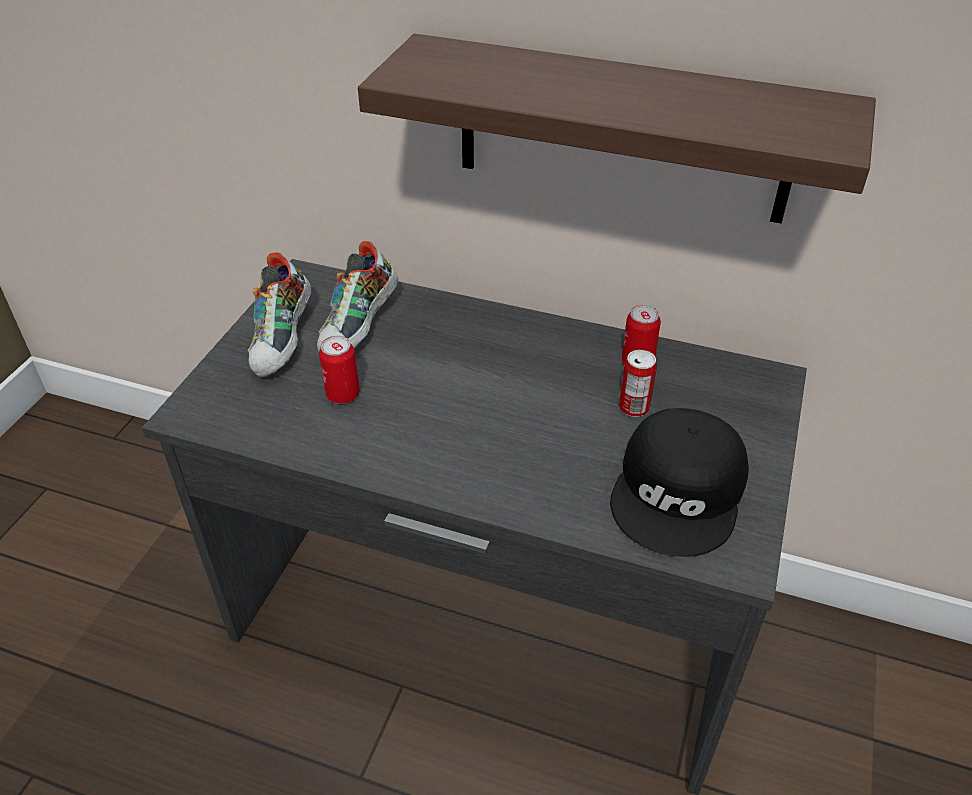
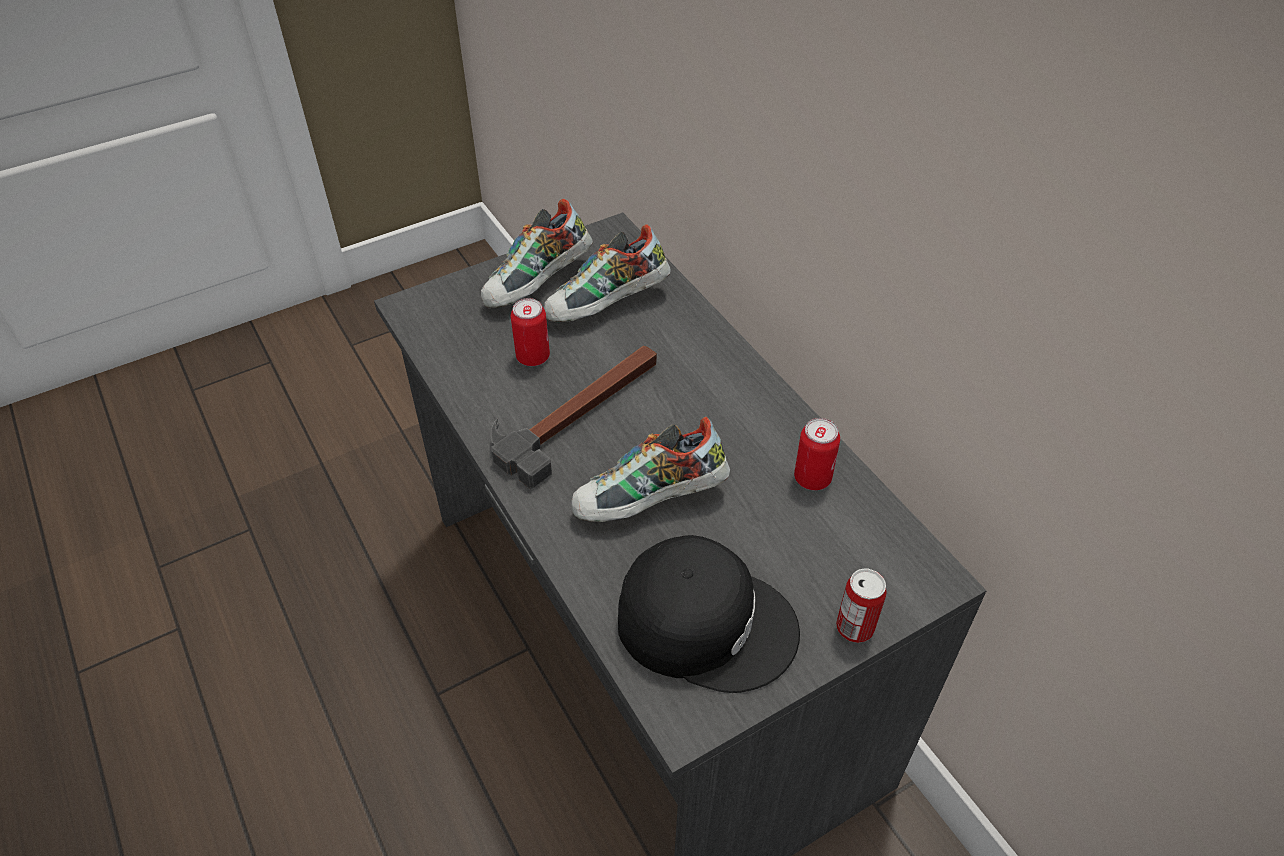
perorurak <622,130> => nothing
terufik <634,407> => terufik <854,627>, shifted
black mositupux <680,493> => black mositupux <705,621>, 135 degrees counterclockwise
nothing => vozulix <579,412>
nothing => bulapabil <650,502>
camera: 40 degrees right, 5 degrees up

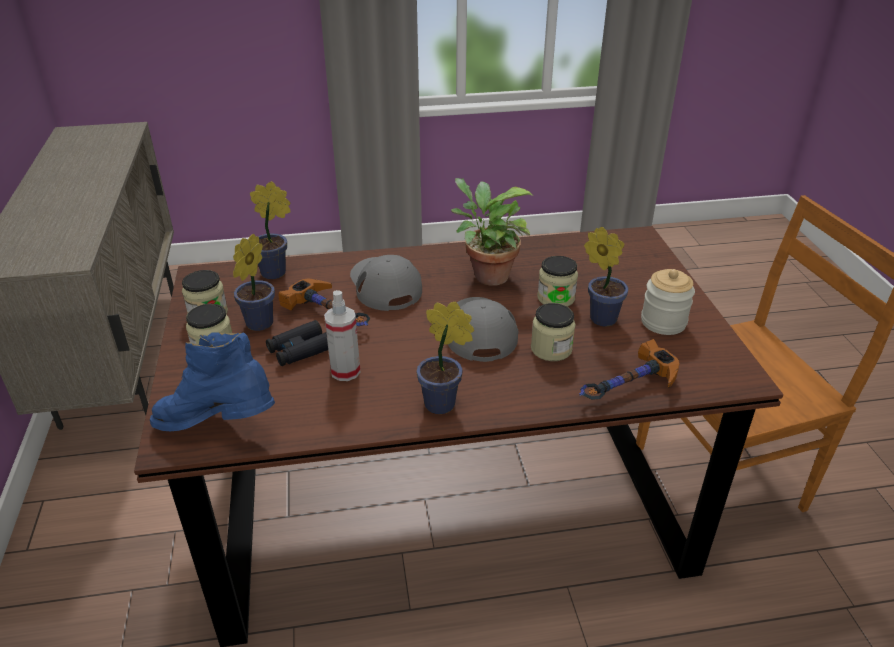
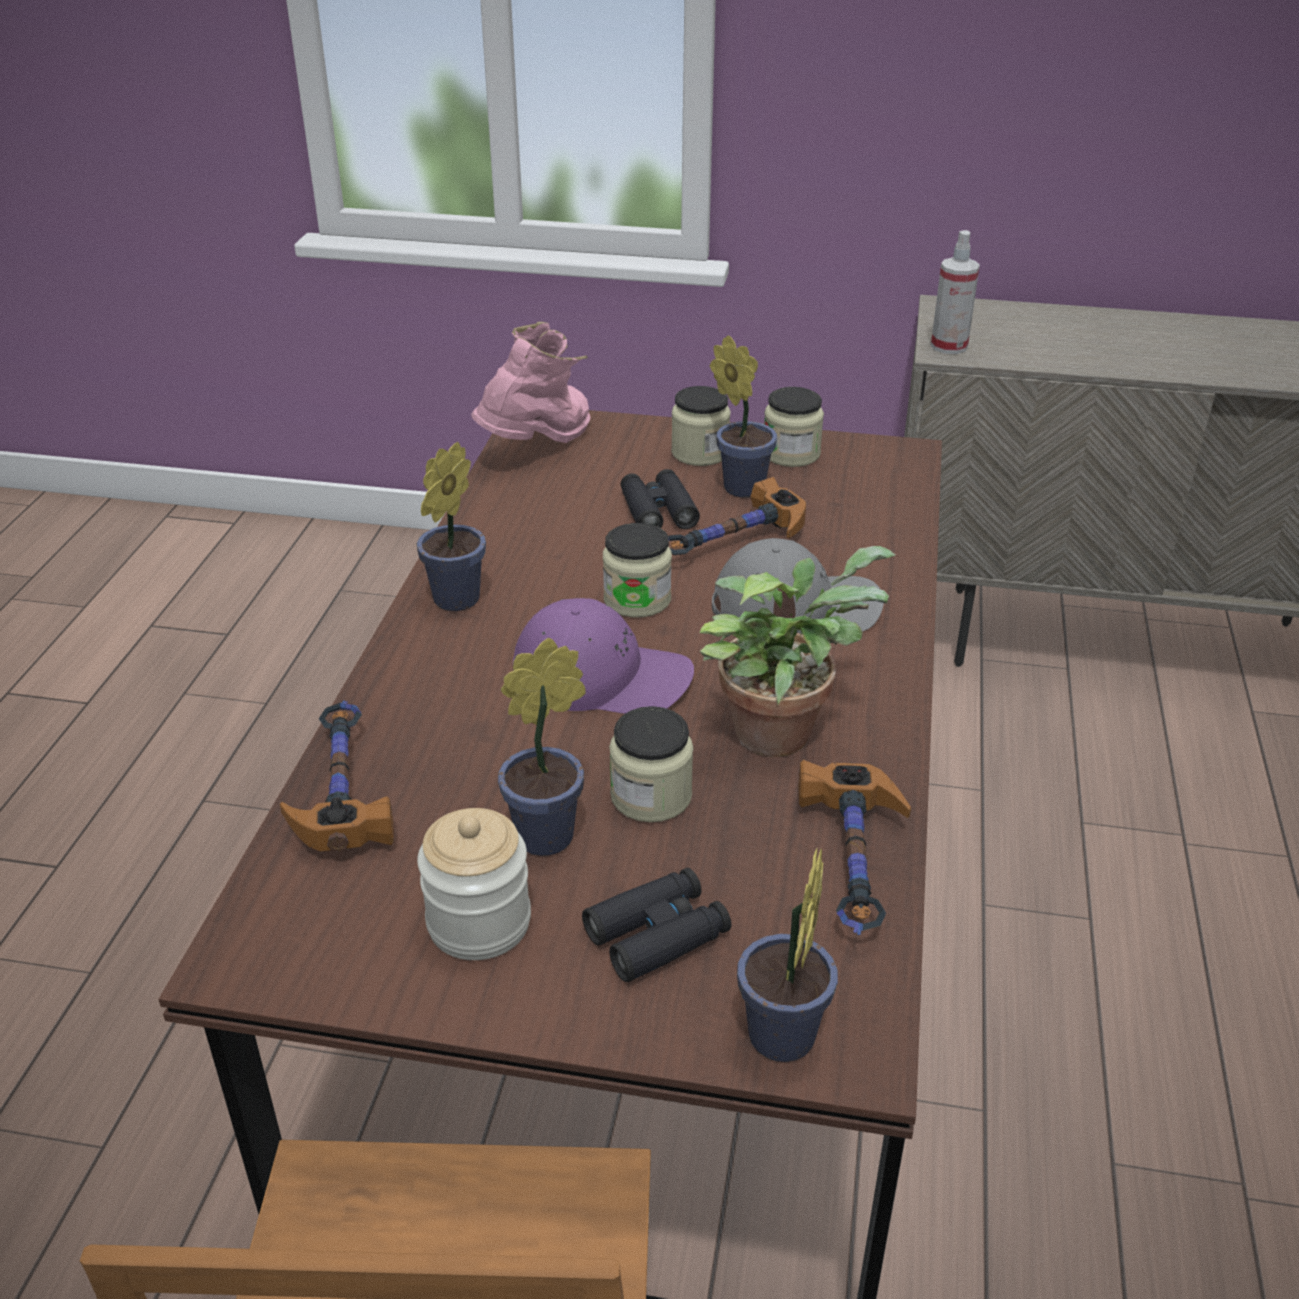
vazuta <277,273> => vazuta <780,1044>, shifted
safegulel <345,371> => safegulel <949,346>, shifted
grey mositupux <479,331> => purple mositupux <603,675>
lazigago <551,349> => lazigago <637,599>, shifted
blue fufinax <219,427> => pink fufinax <539,447>
nothing => vozulix <855,868>
nothing => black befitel <657,934>
camera: 110 degrees right, 0 degrees up

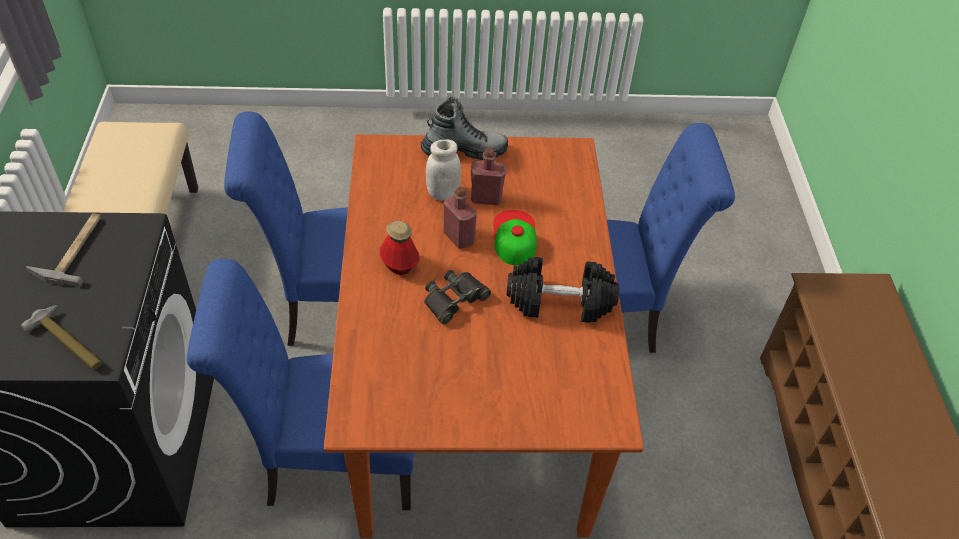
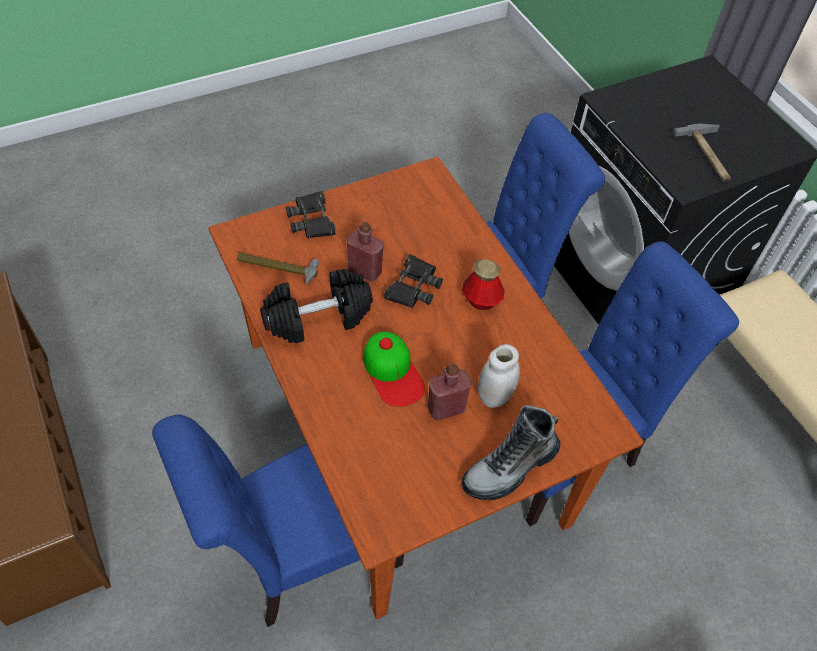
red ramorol <459,237> => red ramorol <365,271>, shifted
vozulix <68,343> => vozulix <277,269>, shifted
nothing => black befitel <312,220>
camera: 155 degrees right, 5 degrees up

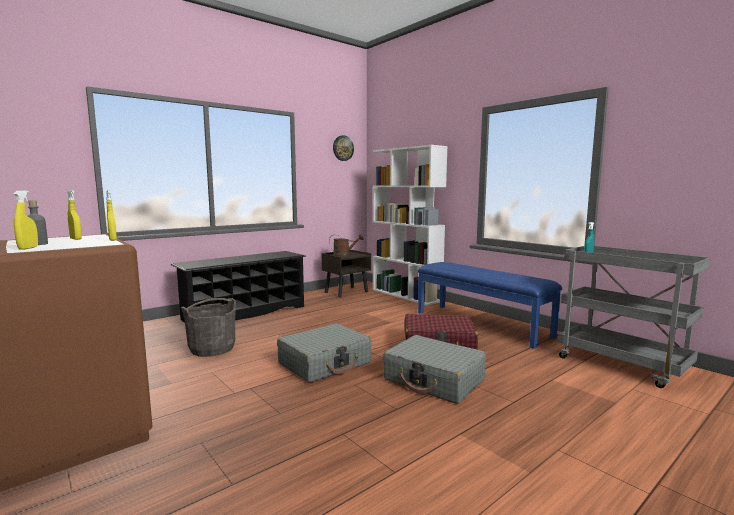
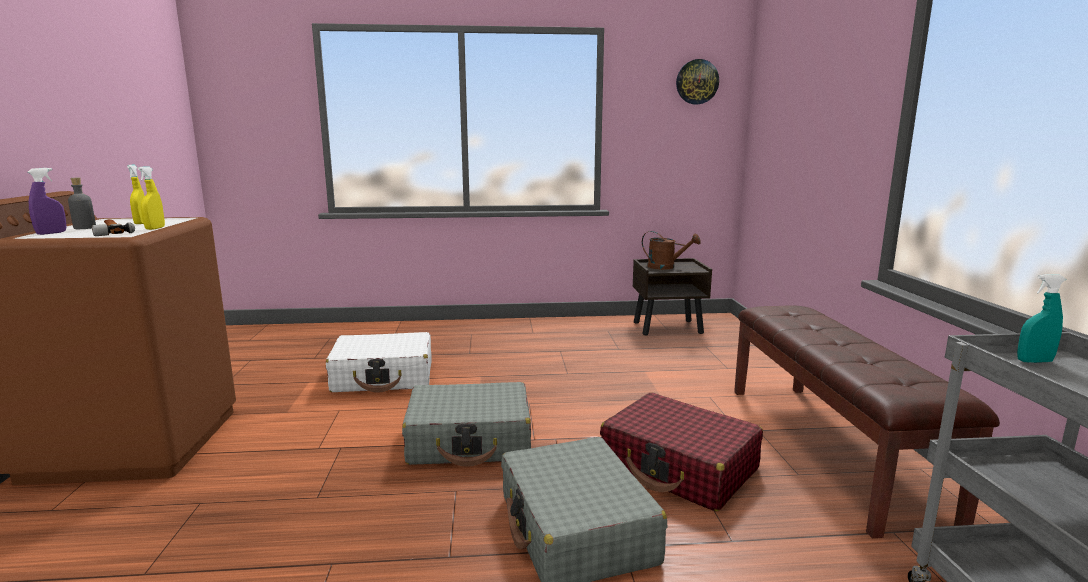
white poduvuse <406,295> => nothing
yellow safegulel <28,248> => purple safegulel <51,233>
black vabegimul <244,313> => nothing
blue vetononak <481,324> => brown vetononak <829,447>
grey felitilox <212,348> => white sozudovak <384,377>
nothing => vozulix <111,230>
camera: 35 degrees right, 5 degrees up

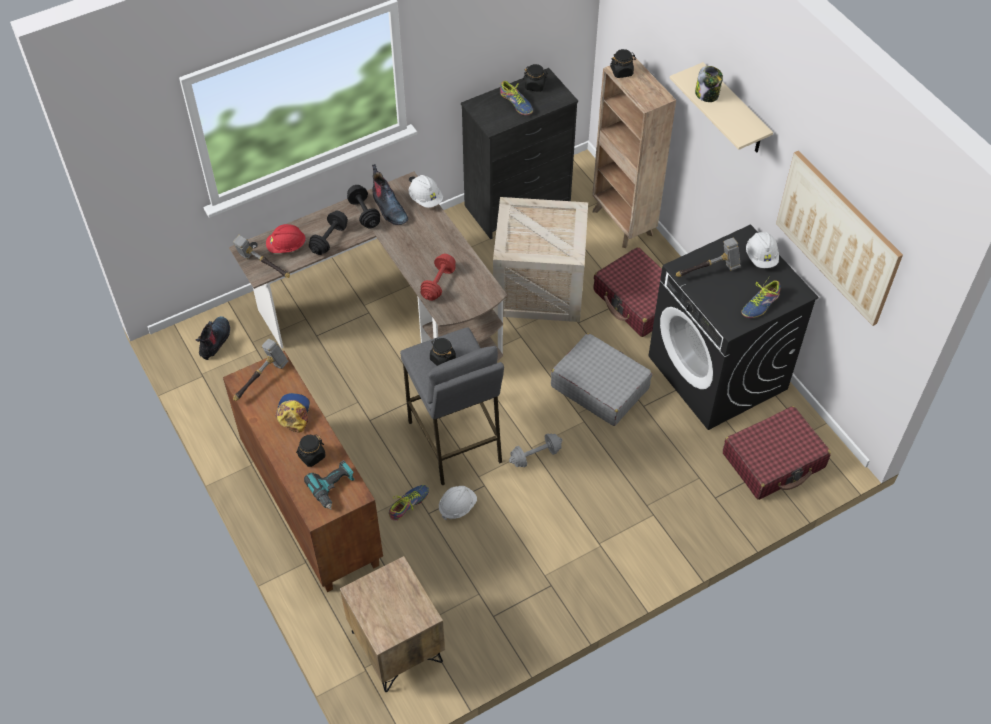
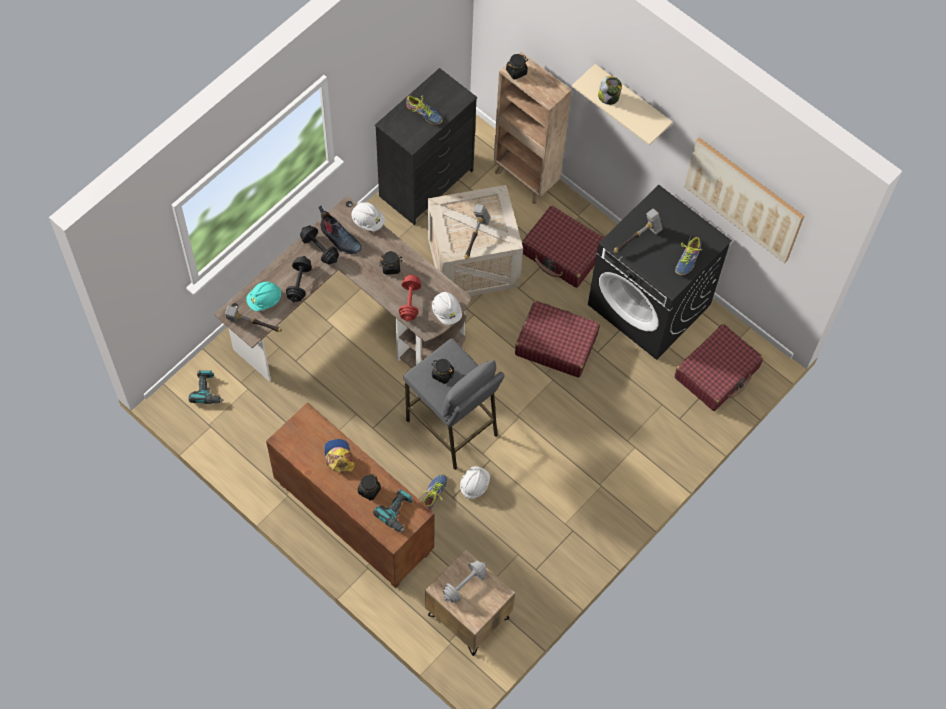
black lazigago <535,85> => black lazigago <391,267>, shifted
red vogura <286,247> => turquoise vogura <264,300>
white vogura <761,257> => white vogura <446,312>, shifted
fufinax <215,341> => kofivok <207,390>
grey sozudovak <599,387> => red sozudovak <556,344>
vozulix <261,380> => vozulix <475,237>, shifted
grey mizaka <535,456> => grey mizaka <464,585>, shifted
camera: 20 degrees left, 10 degrees up

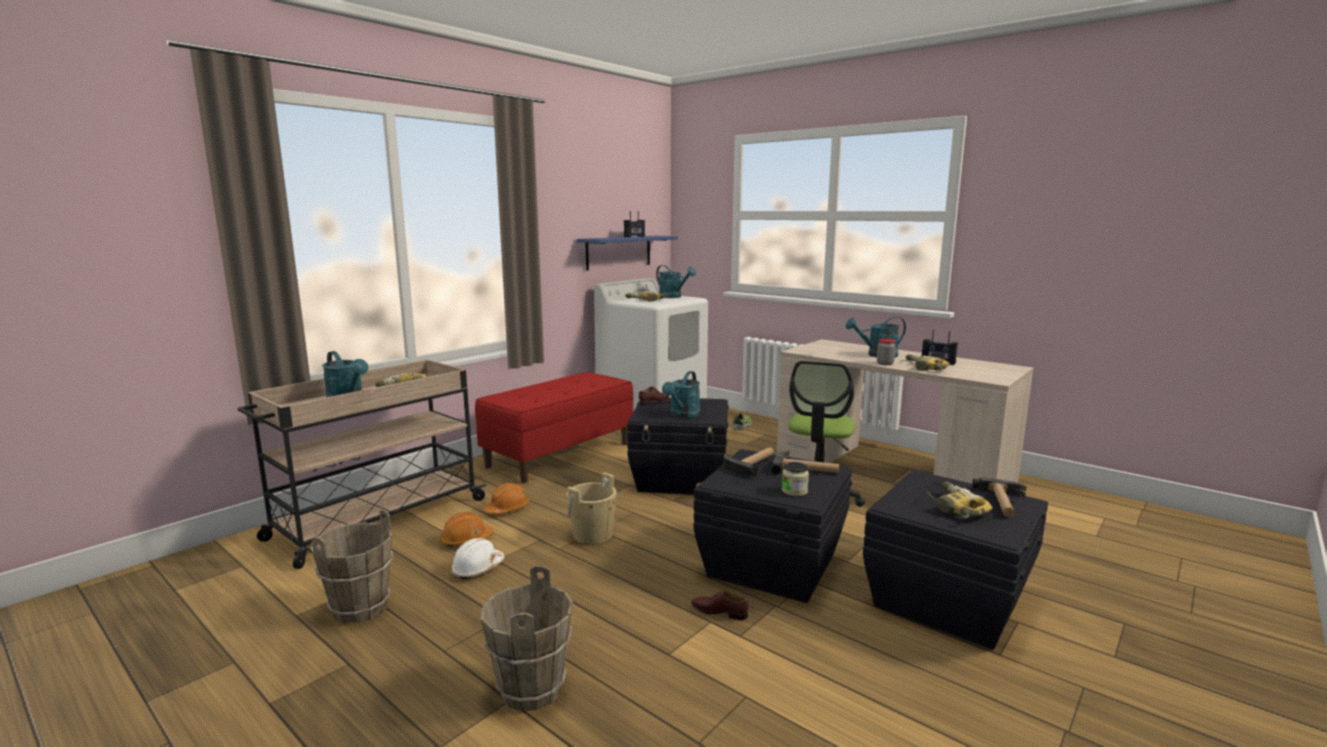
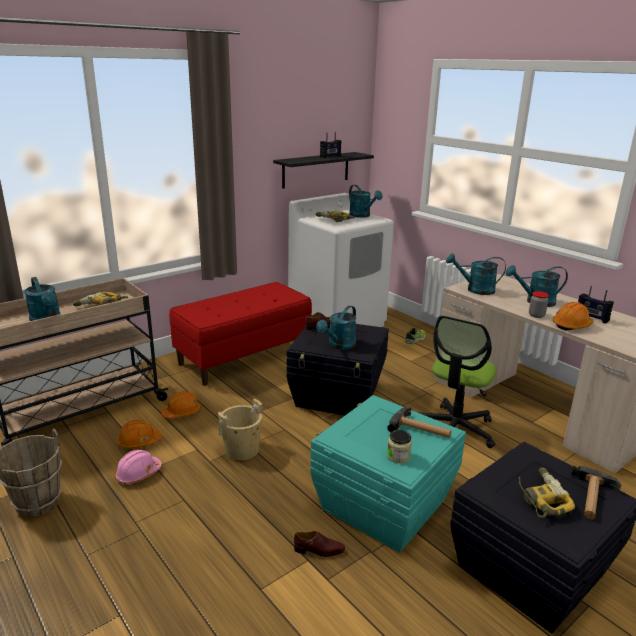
blue perorurak <618,252> => black perorurak <316,169>
kofivok <923,368> => orange vogura <571,325>
vozulix <752,463> => nothing
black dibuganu <770,565> => turquoise dibuganu <382,505>
white vogura <477,568> => pink vogura <138,474>
brown felitilox <530,689> => nothing
brown bulapabil <719,612> => brown bulapabil <319,550>, 150 degrees clockwise
nothing => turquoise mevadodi <475,290>
camera: 10 degrees right, 10 degrees up

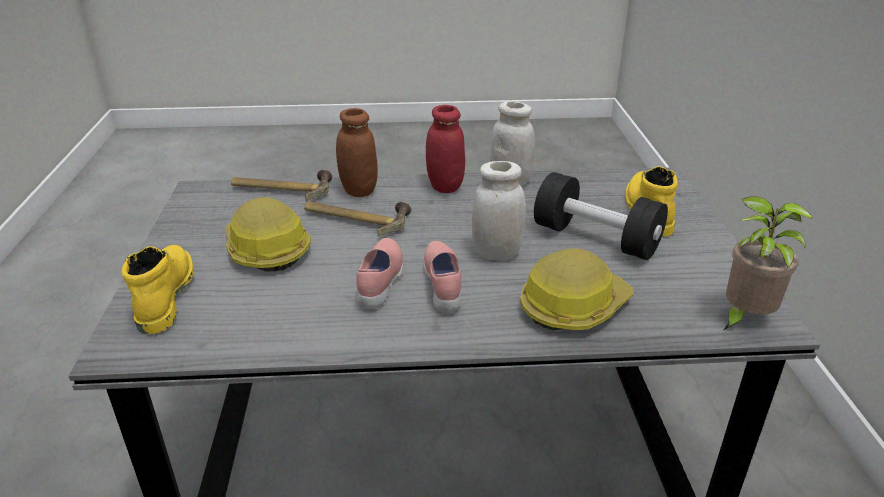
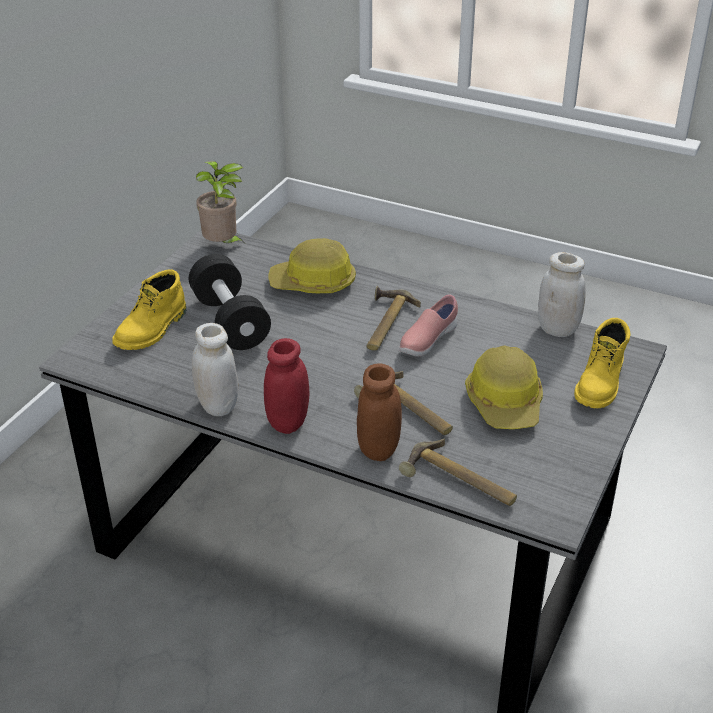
white lazigago <496,253> => white lazigago <557,329>, shifted
pink bulapabil <444,285> => vozulix <384,323>
camera: 150 degrees left, 5 degrees up

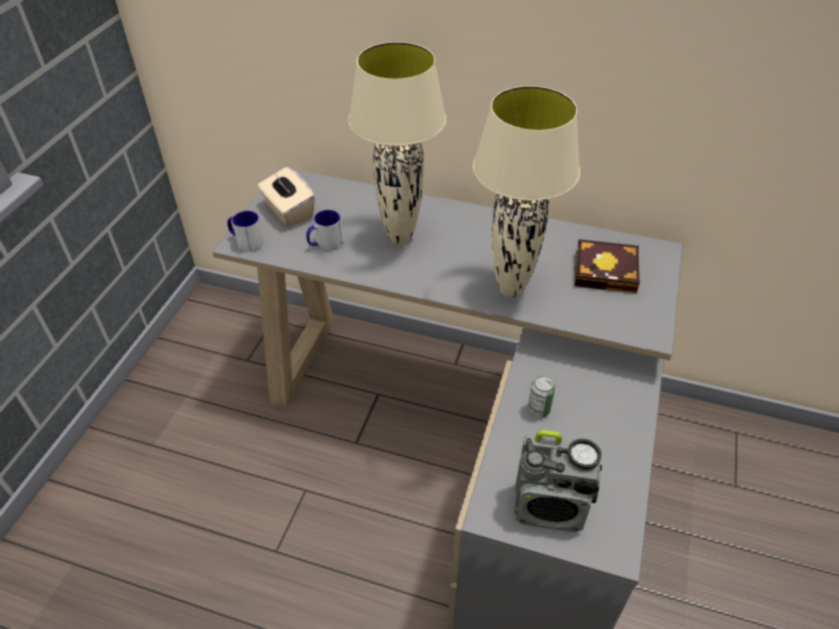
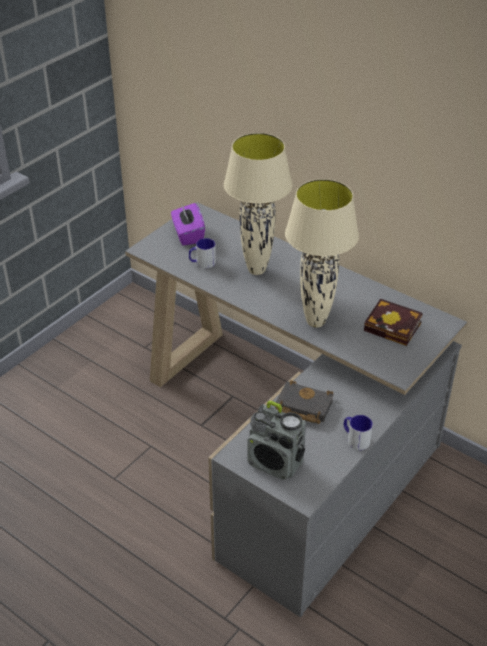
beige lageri <288,211> => purple lageri <188,235>
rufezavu <246,242> => rufezavu <355,439>, shifted
terufik <538,410> => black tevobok <302,406>
camera: 20 degrees right, 5 degrees down

